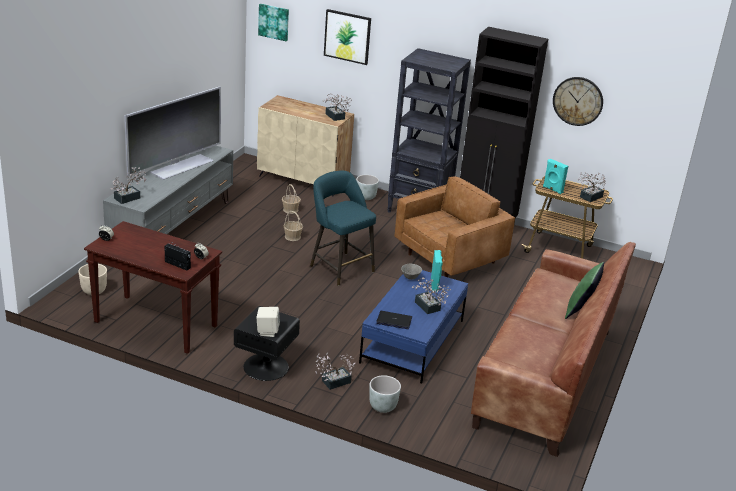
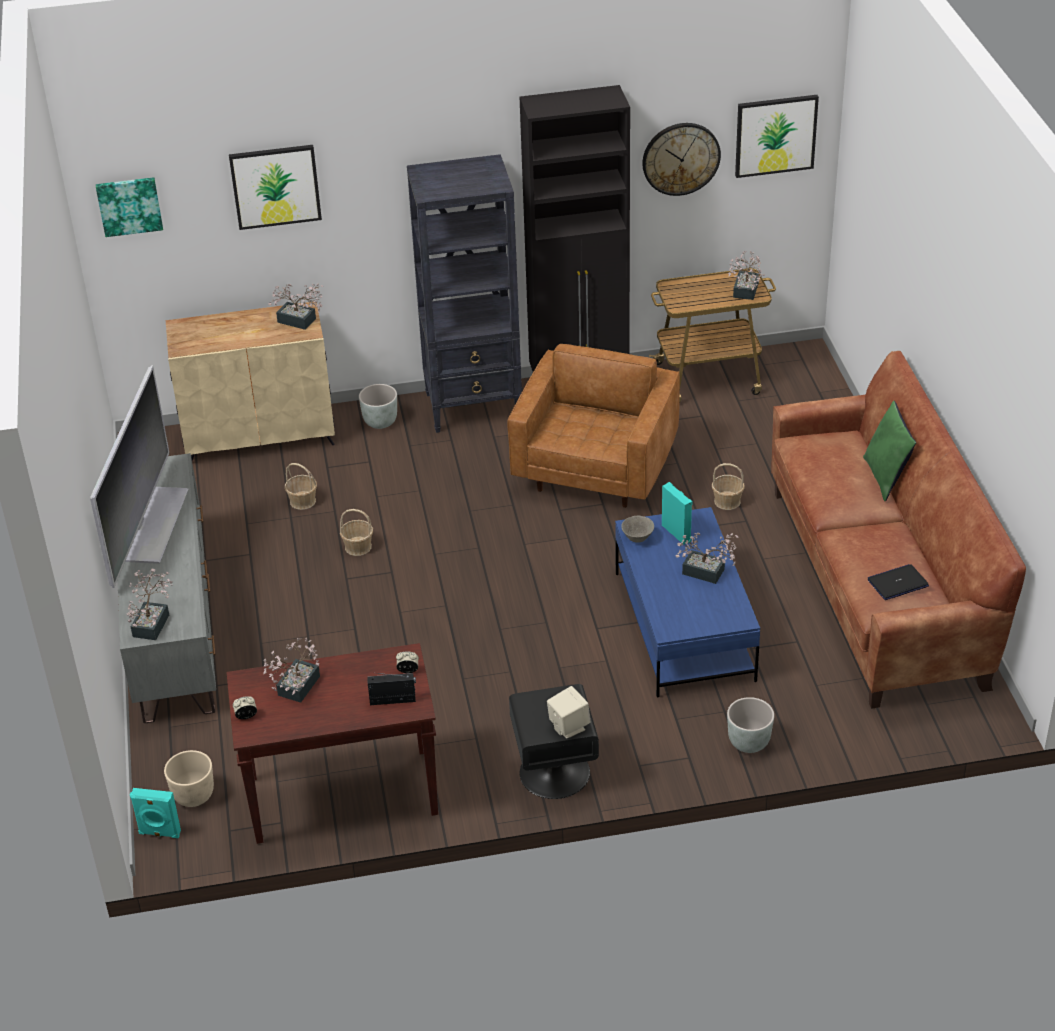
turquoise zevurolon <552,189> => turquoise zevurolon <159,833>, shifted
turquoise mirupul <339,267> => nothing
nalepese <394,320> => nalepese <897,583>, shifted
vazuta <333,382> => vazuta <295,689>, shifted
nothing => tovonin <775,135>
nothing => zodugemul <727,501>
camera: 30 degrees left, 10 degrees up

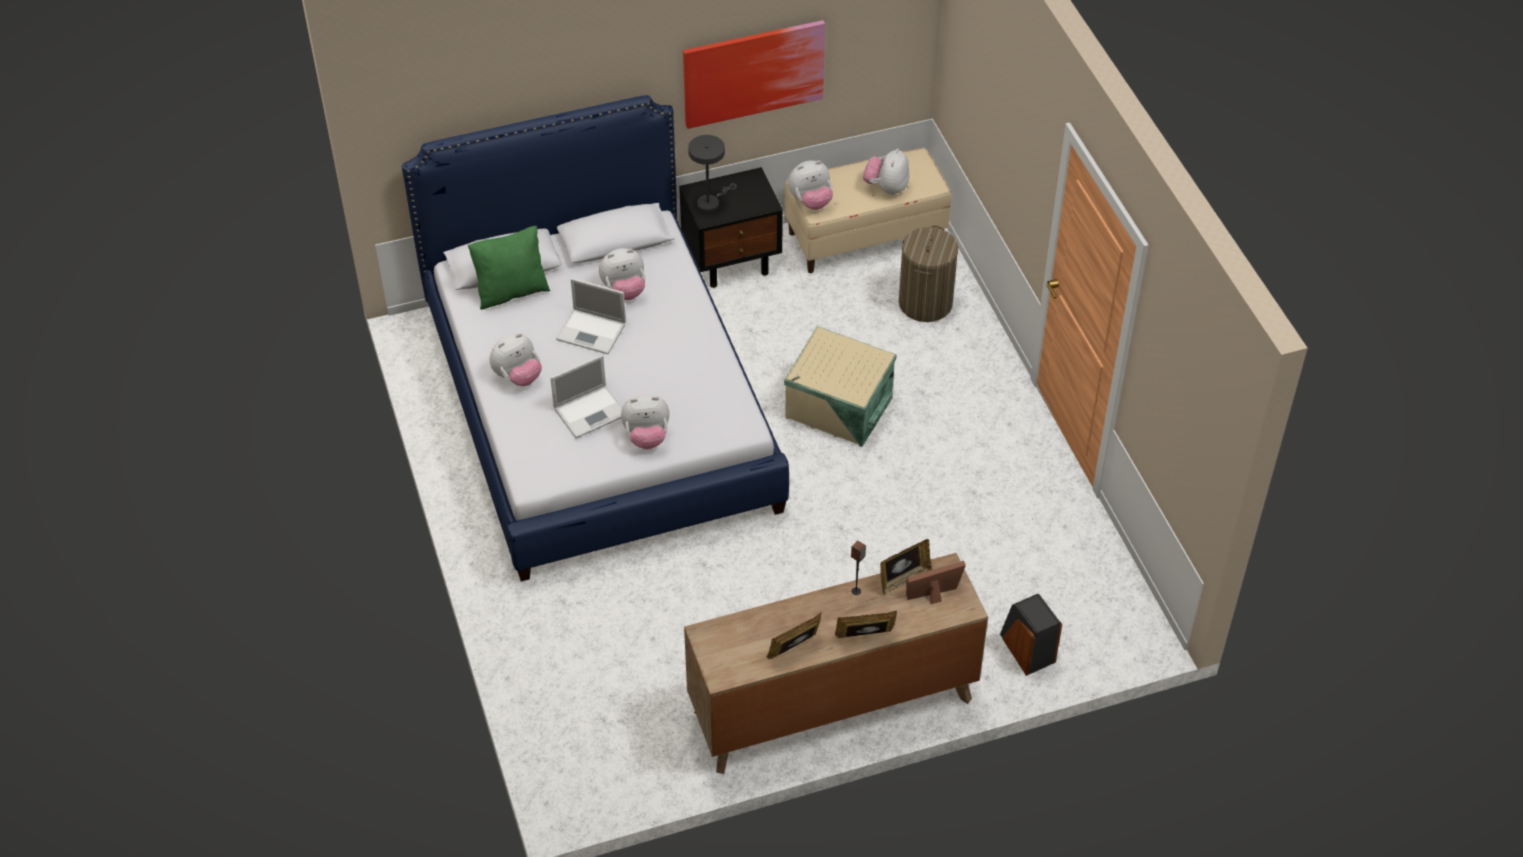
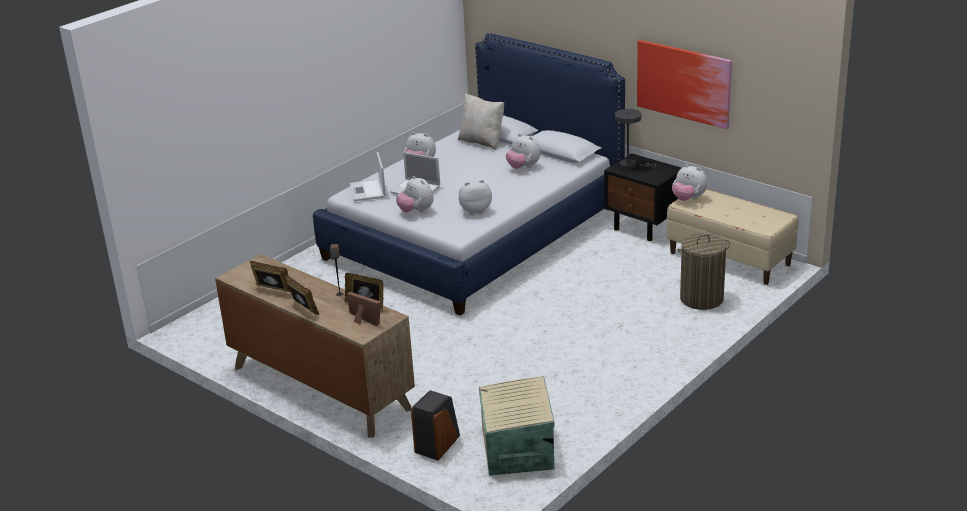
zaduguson <886,188> => zaduguson <475,211>, shifted
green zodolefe <511,291> => beige zodolefe <482,142>
nalepese <592,332> => nalepese <368,191>, shifted
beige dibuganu <839,409> => beige dibuganu <516,449>, shifted
camera: 60 degrees right, 20 degrees down

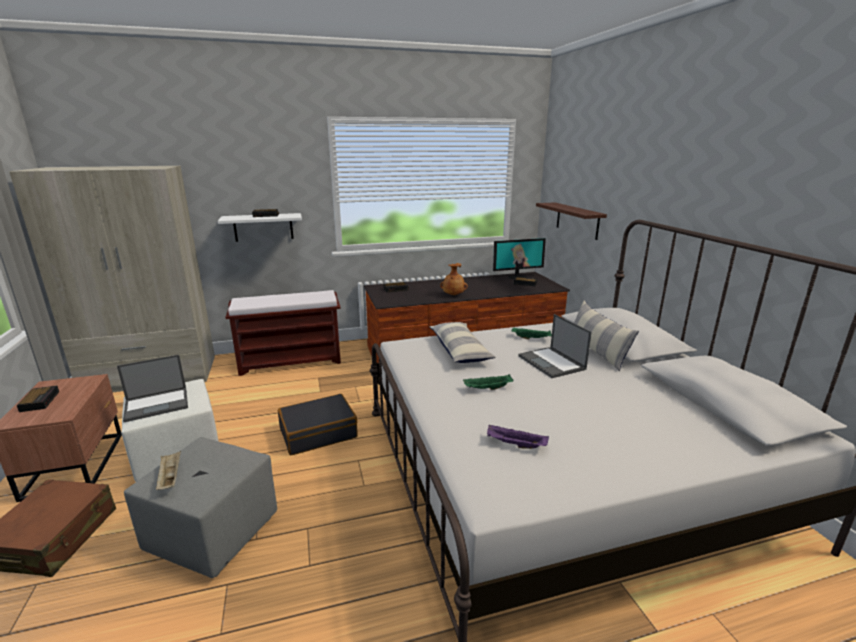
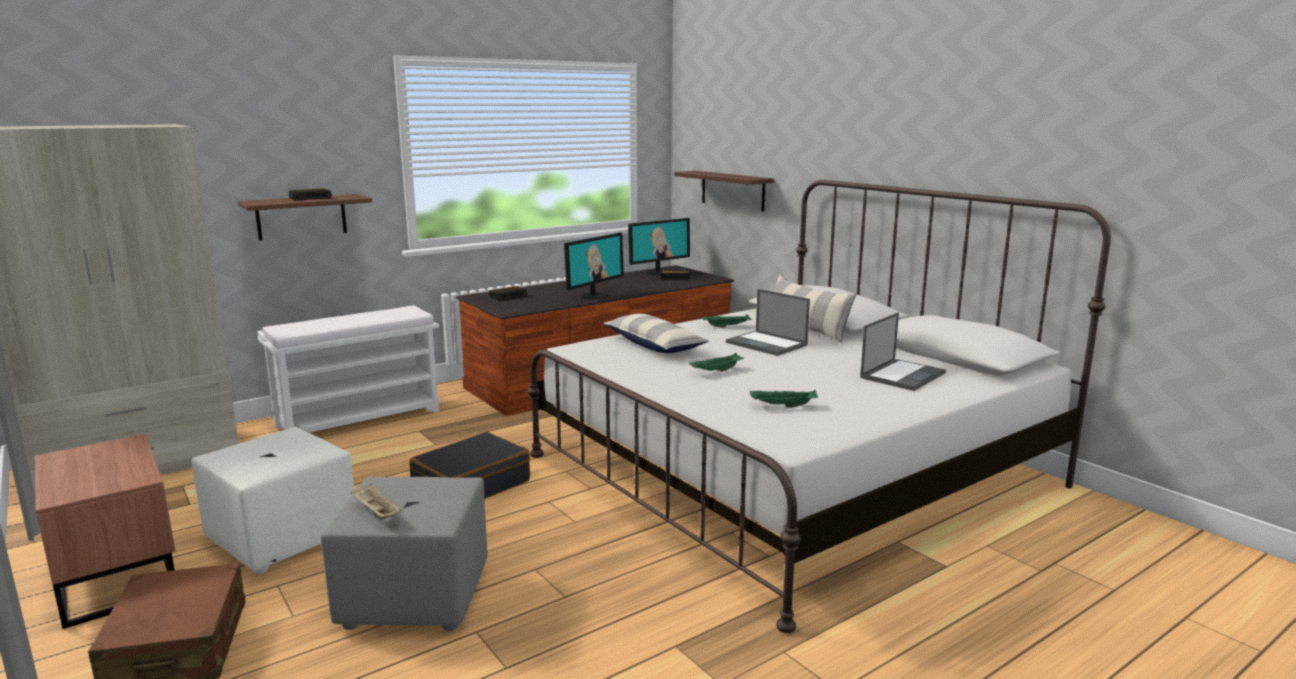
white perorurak <263,227> => brown perorurak <301,217>
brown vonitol <453,295> => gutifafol <594,296>
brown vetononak <291,361> => white vetononak <360,418>
nalepese <157,404> => nalepese <903,375>, shifted
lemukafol <40,401> => nothing
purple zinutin <515,445> => green zinutin <782,406>
camera: 20 degrees left, 5 degrees down

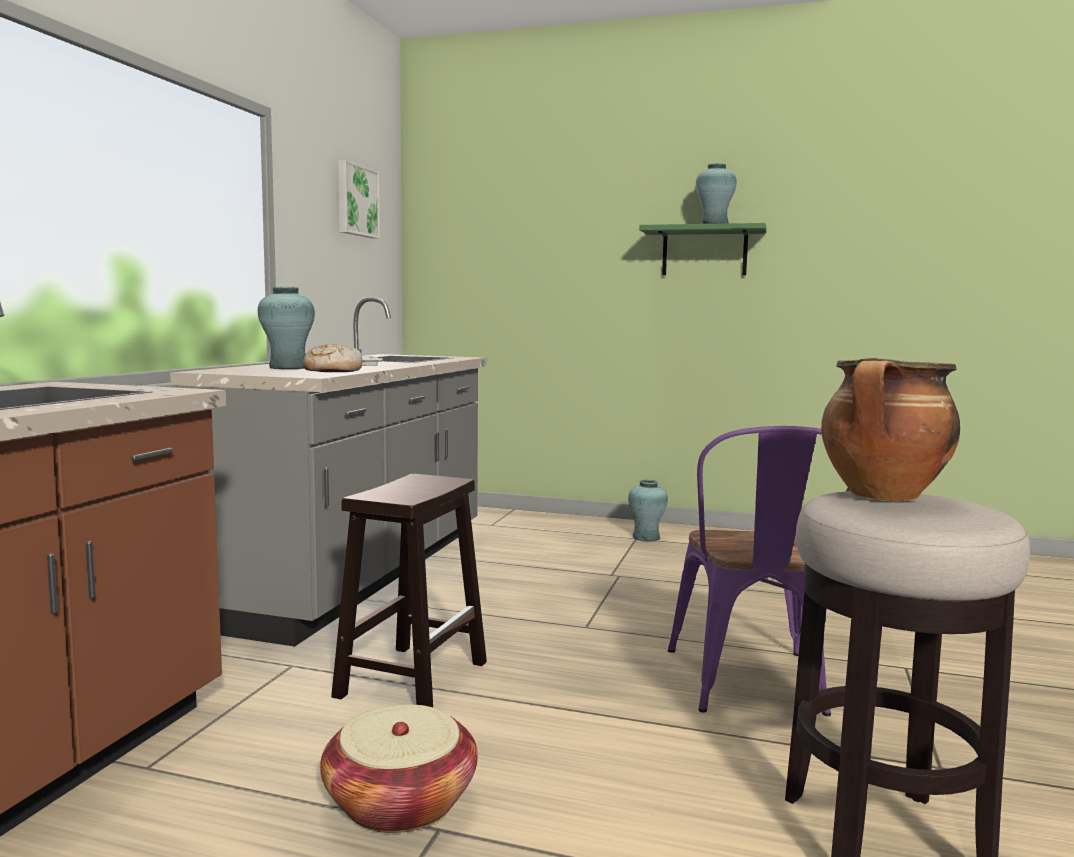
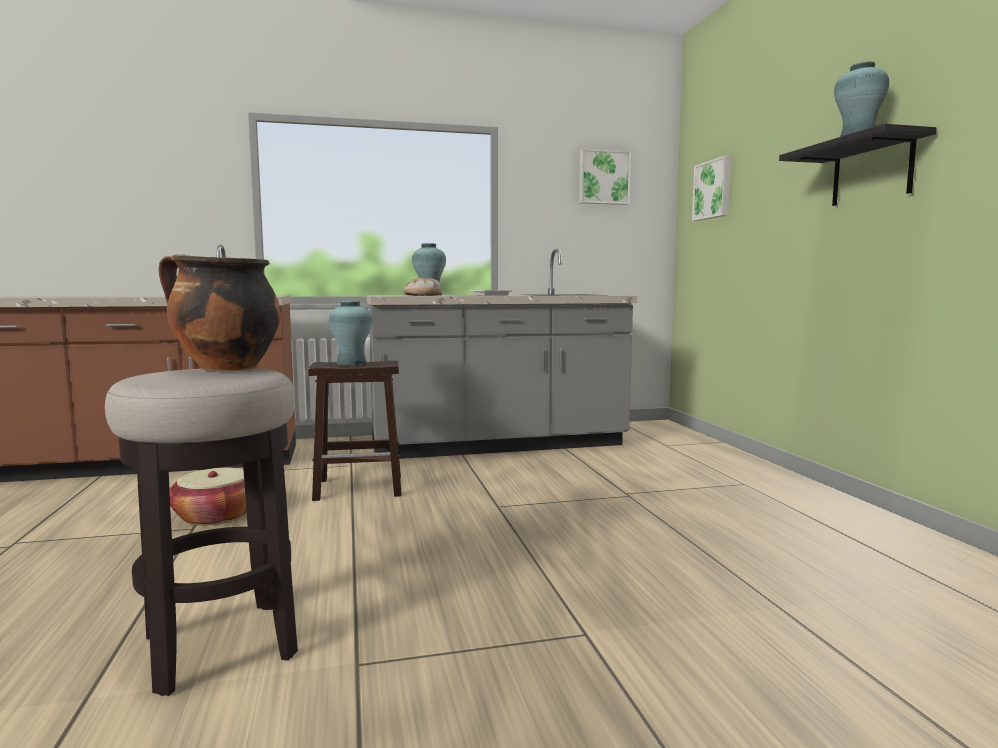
green perorurak <704,252> => black perorurak <872,172>
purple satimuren <751,687> => nothing
turquoise vonitol <646,537> => turquoise vonitol <351,364>, shifted
nothing => tovonin <713,189>
camera: 60 degrees right, 0 degrees up

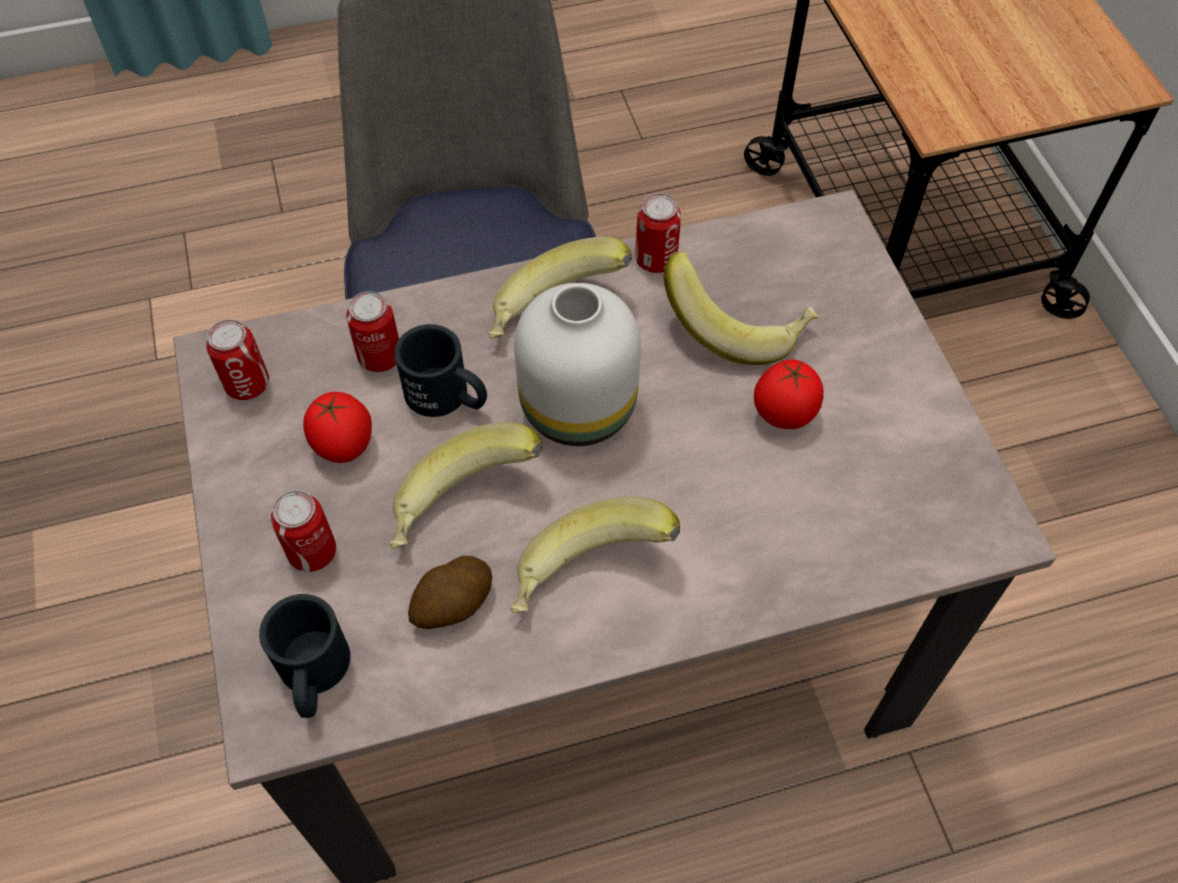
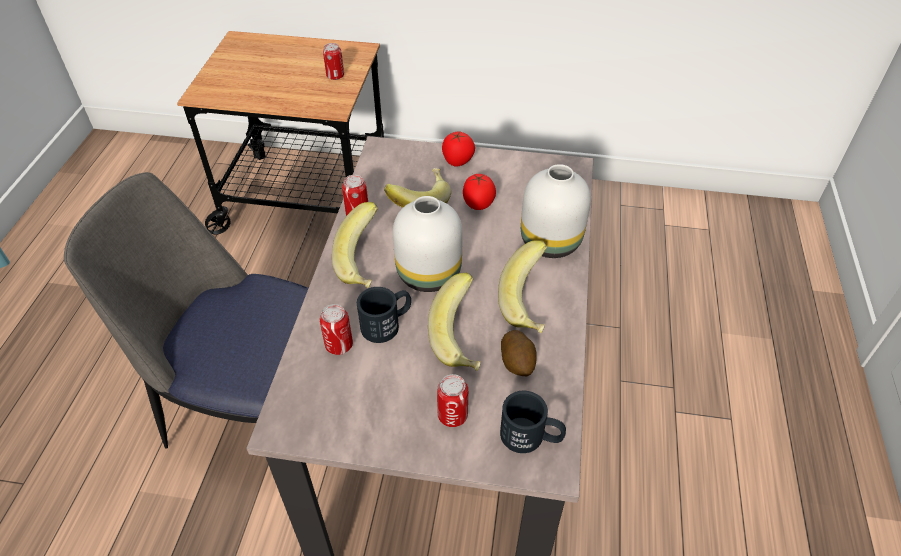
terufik <247,384> => terufik <335,76>, shifted
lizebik <343,447> => lizebik <458,161>, shifted
nothing => white vonitol <549,243>
camera: 65 degrees left, 10 degrees down

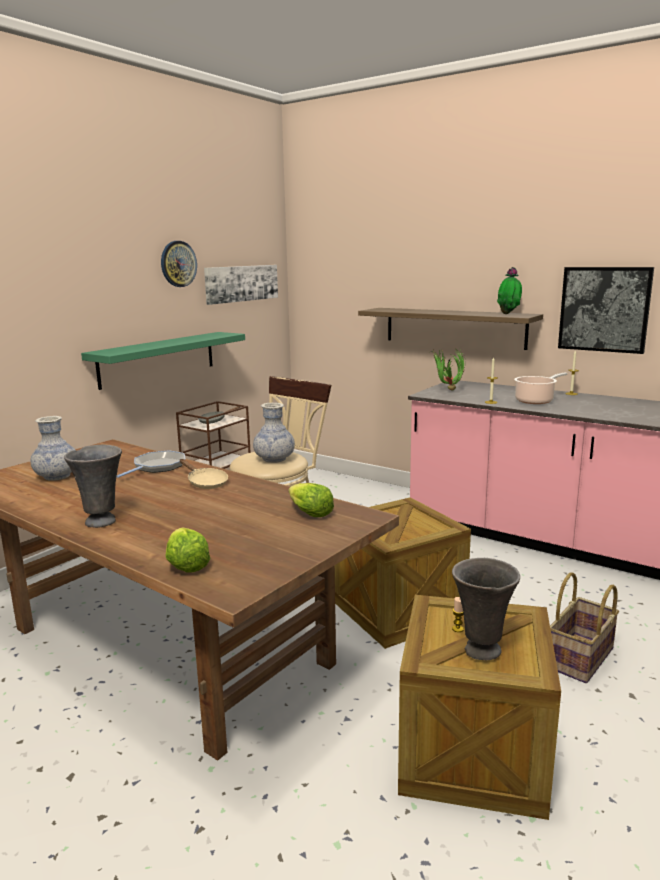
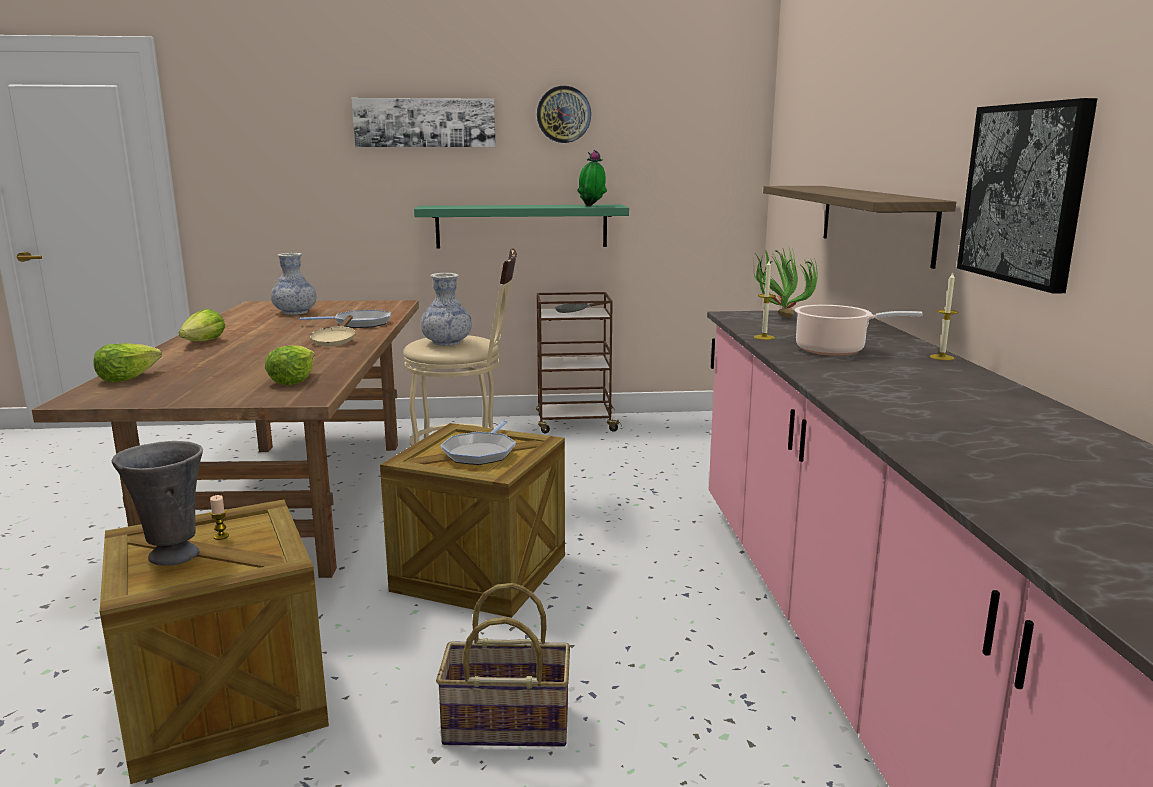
tovonin <241,283> => tovonin <425,123>, shifted
vazuta <508,314> => vazuta <591,206>, shifted
grey vonitol <102,521> => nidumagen <204,342>
nothing => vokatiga <480,452>
camera: 50 degrees right, 0 degrees up

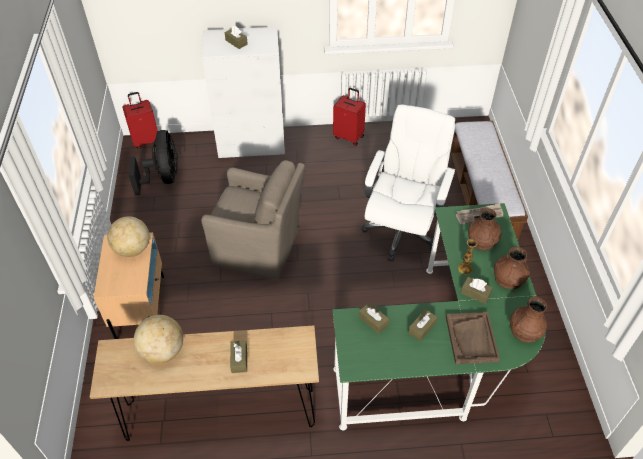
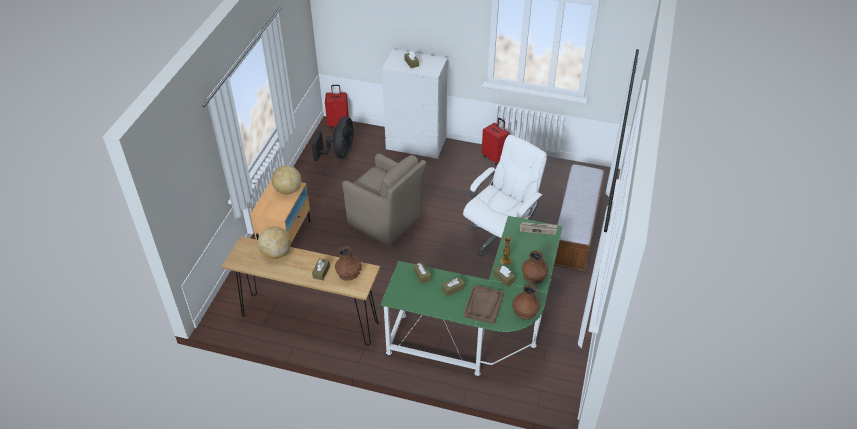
brown vonitol <482,240> => brown vonitol <349,272>, shifted
camera: 20 degrees right, 5 degrees down

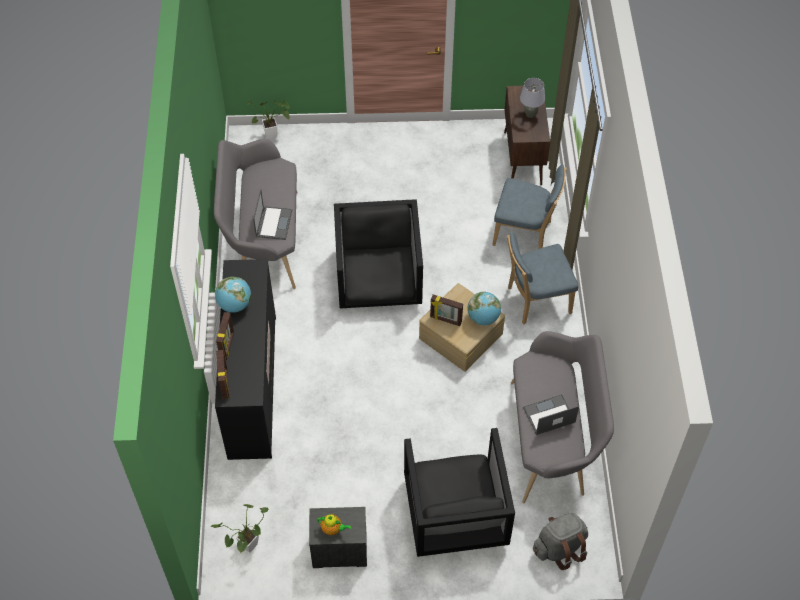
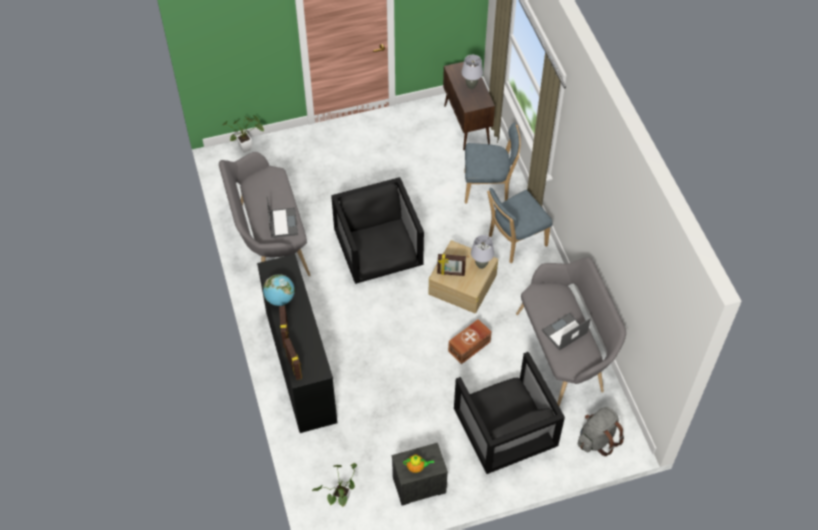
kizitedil <483,318> => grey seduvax <481,265>
nothing => brown dibuganu <470,346>
camera: 15 degrees left, 0 degrees up

